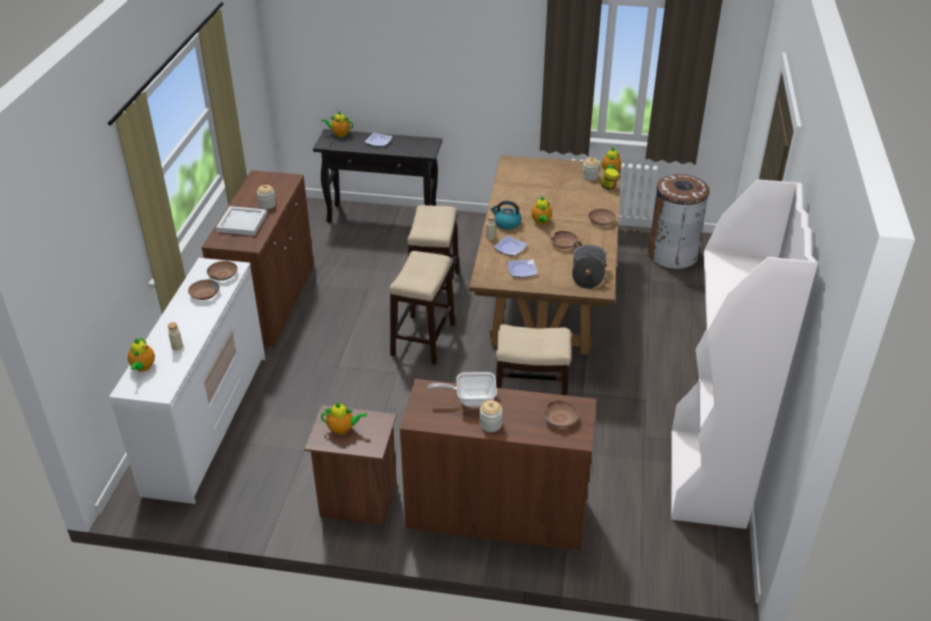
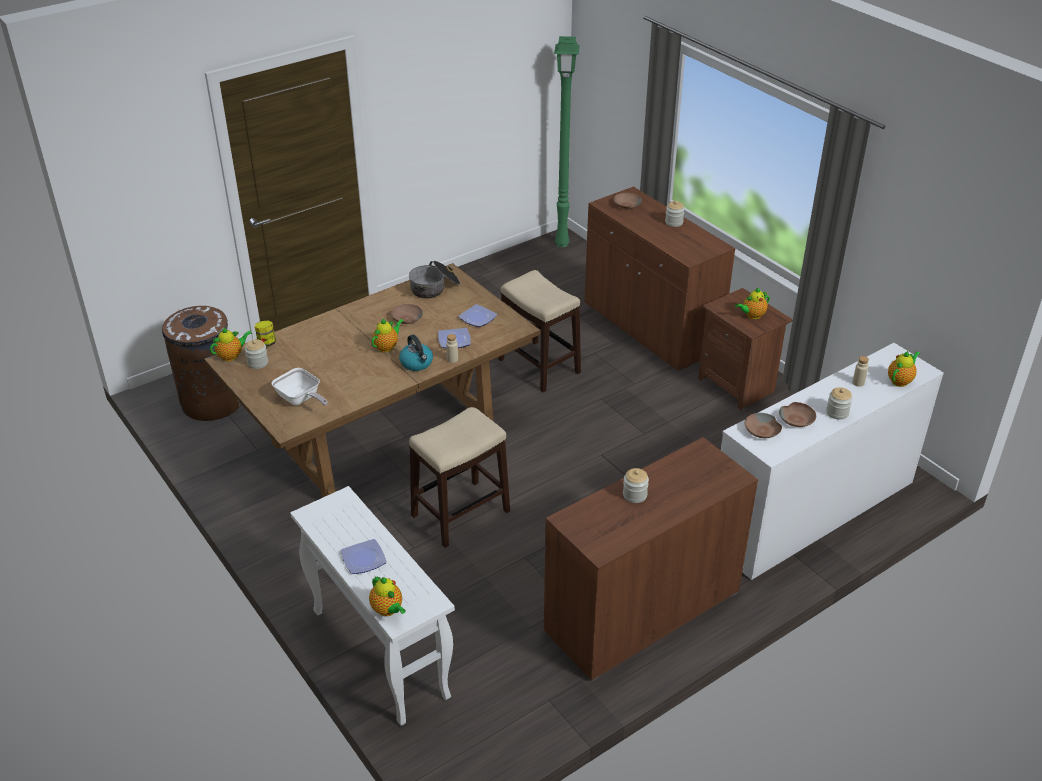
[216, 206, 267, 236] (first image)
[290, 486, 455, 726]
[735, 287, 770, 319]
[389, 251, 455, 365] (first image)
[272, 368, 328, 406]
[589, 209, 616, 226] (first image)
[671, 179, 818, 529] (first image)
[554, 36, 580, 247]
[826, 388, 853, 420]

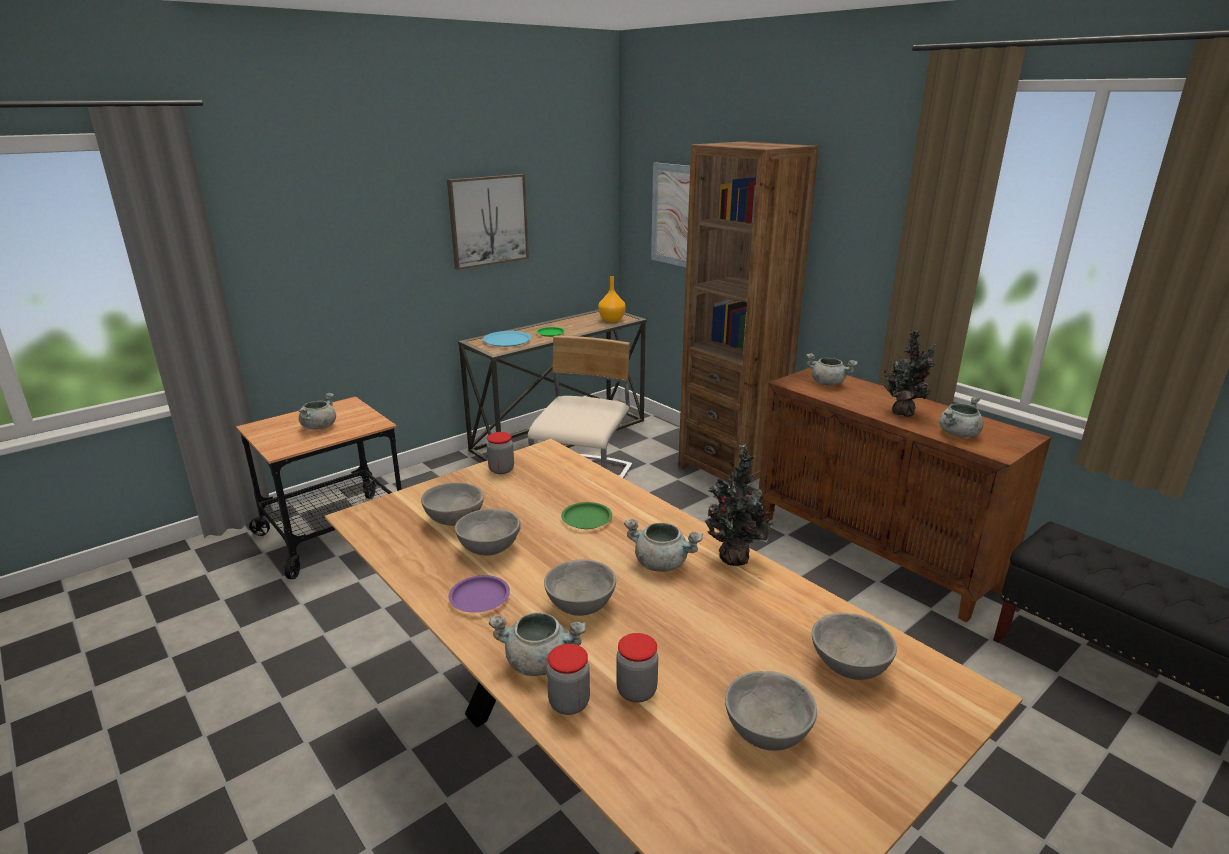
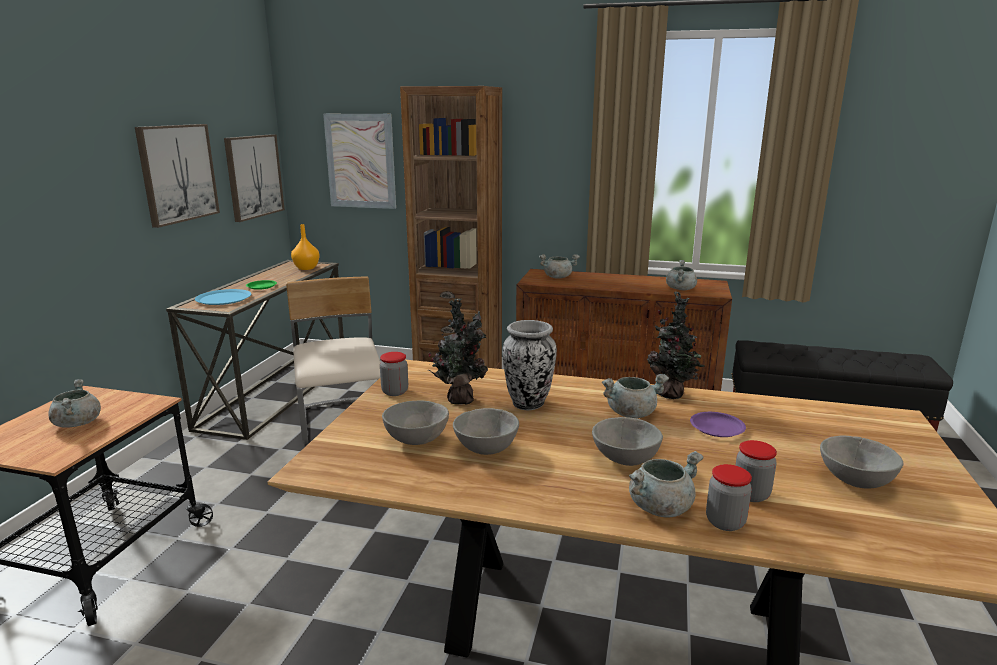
[690, 412, 746, 437]
[502, 320, 557, 410]
[812, 612, 897, 680] (first image)
[428, 298, 488, 405]
[224, 134, 285, 222]

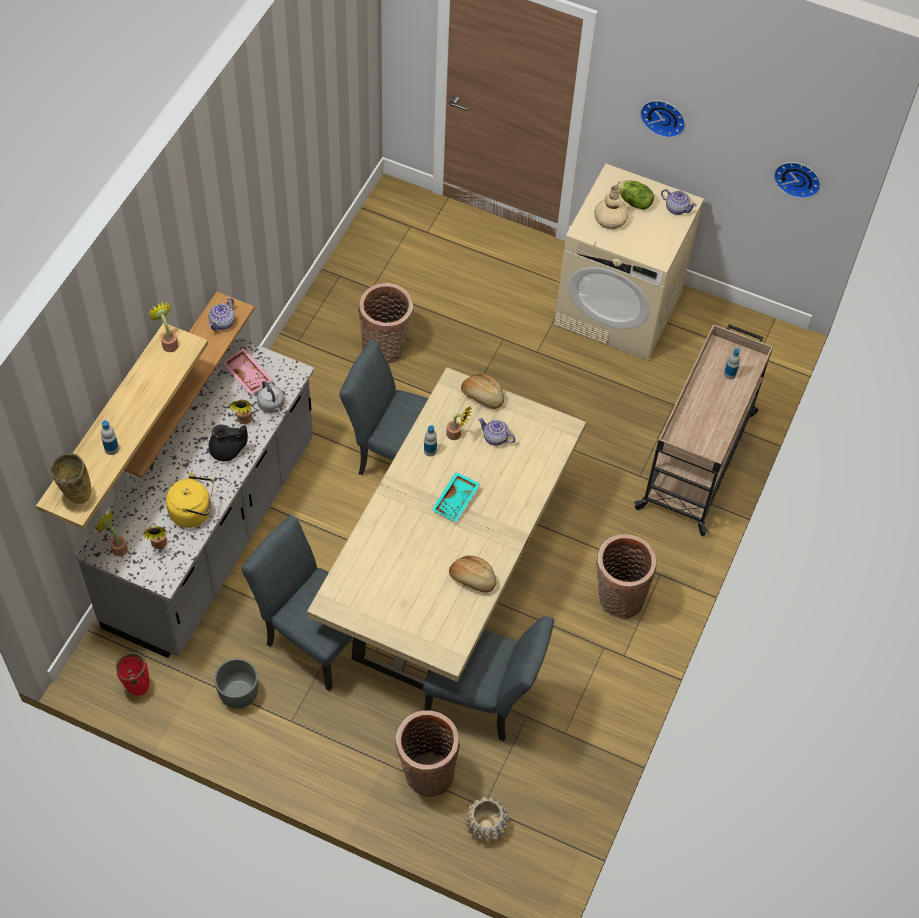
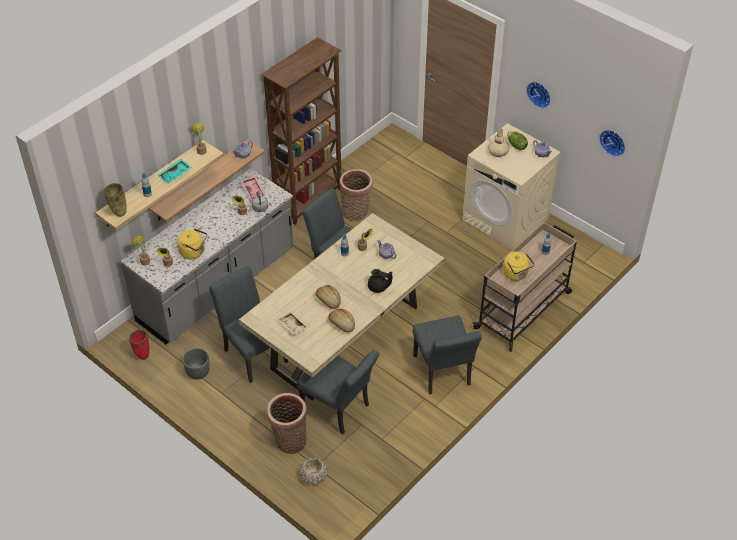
[368, 269, 392, 293]
[158, 159, 191, 184]
[316, 285, 341, 309]
[413, 315, 482, 394]
[261, 37, 342, 225]
[277, 311, 309, 335]
[503, 251, 535, 281]

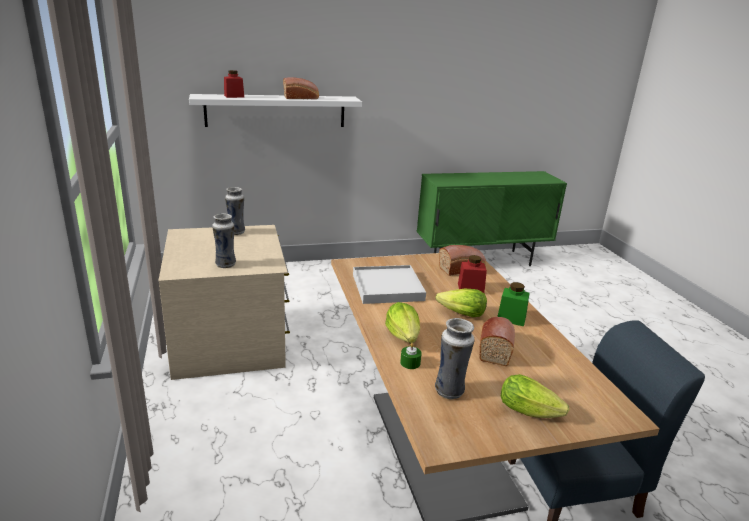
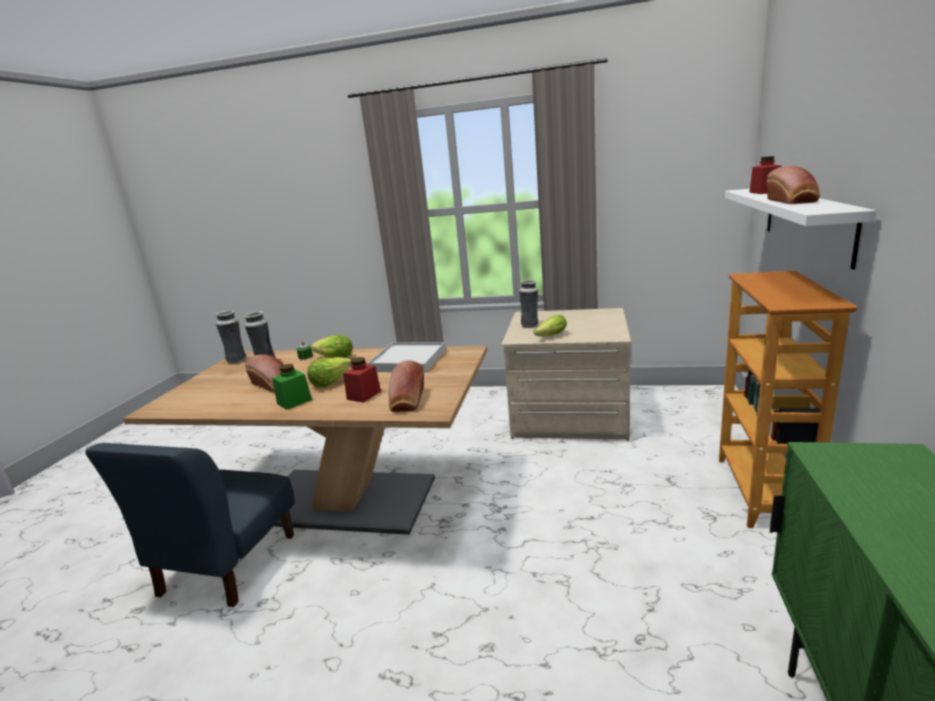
[216, 310, 246, 364]
[533, 315, 567, 337]
[719, 271, 859, 528]

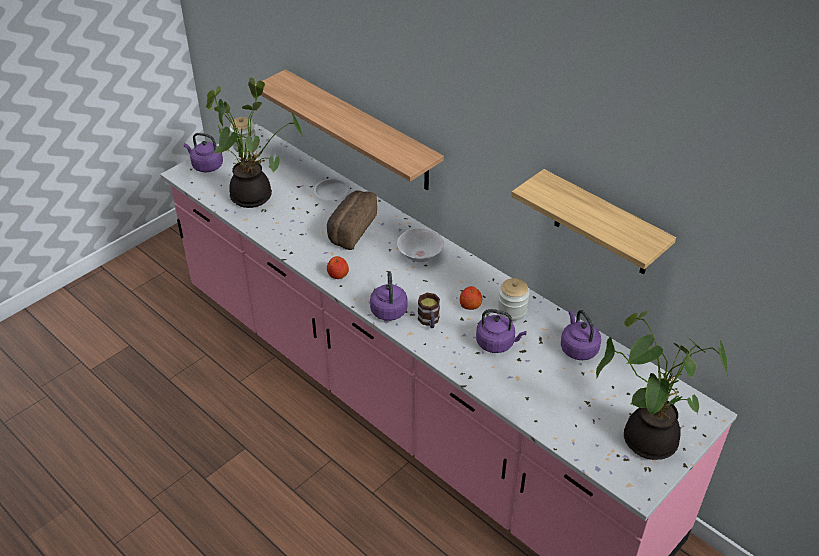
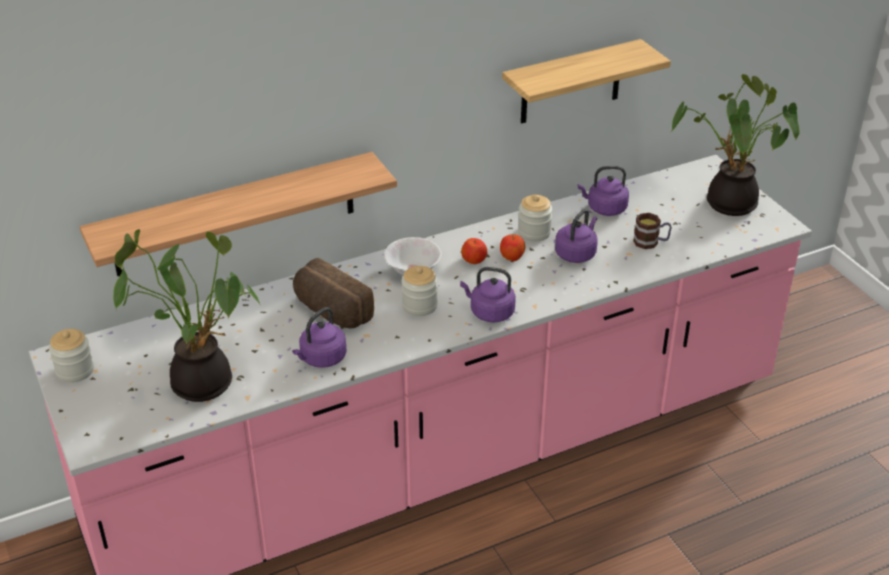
[292, 307, 347, 368]
[314, 179, 350, 201] (first image)
[461, 238, 487, 264]
[633, 213, 672, 249]
[402, 266, 438, 316]

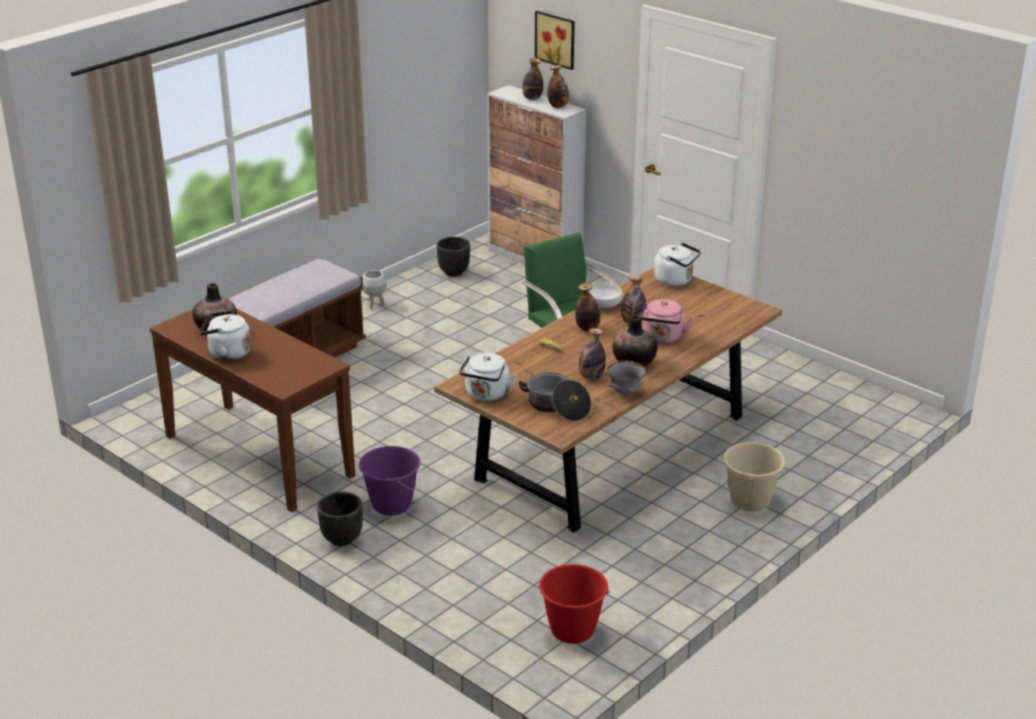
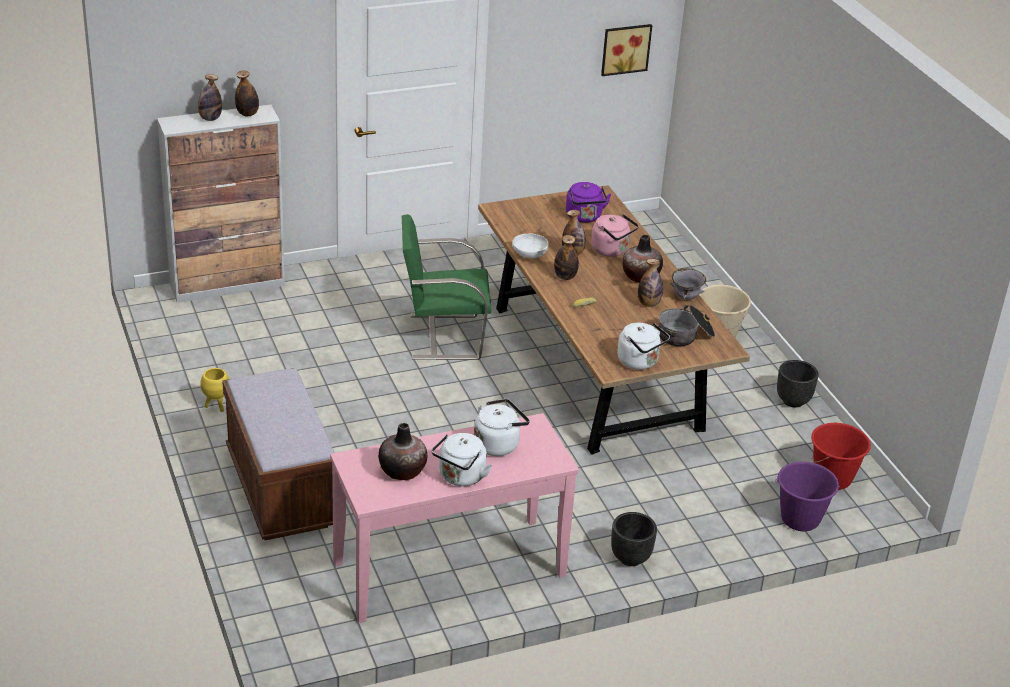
[330, 413, 579, 623]
[775, 462, 840, 531]
[200, 368, 229, 412]
[777, 360, 818, 407]
[601, 24, 652, 76]
[474, 399, 530, 456]
[566, 182, 611, 223]

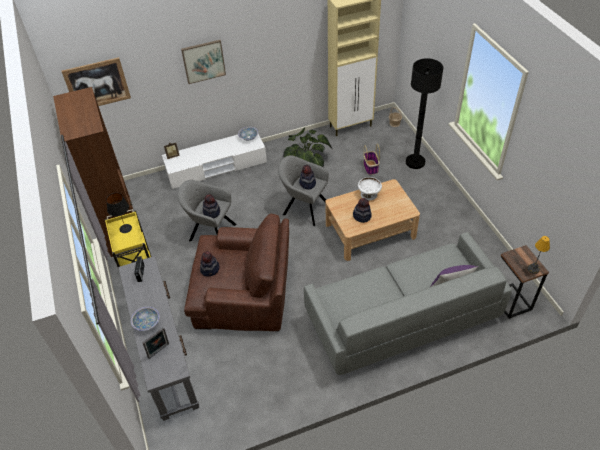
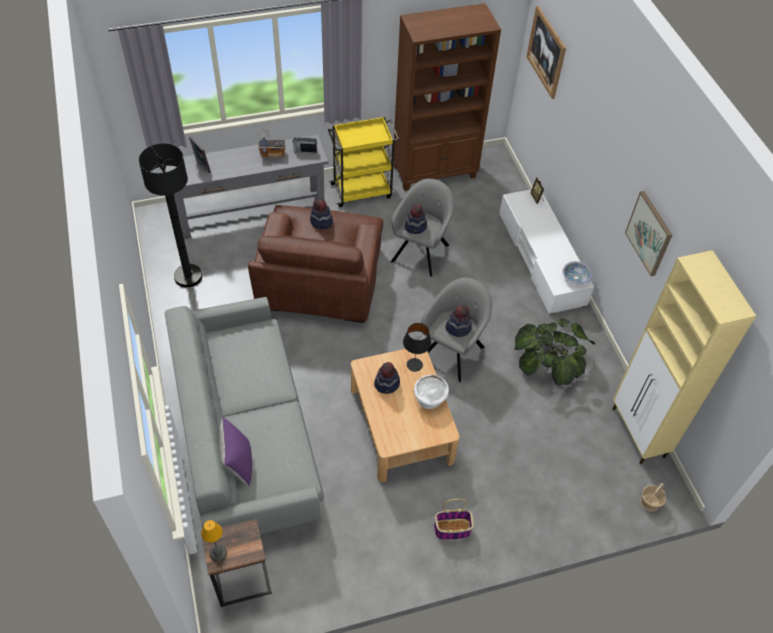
[403, 323, 431, 372]
[131, 307, 160, 331] (first image)
[625, 191, 672, 276]
[434, 499, 474, 540]
[139, 143, 203, 287]
[258, 129, 286, 159]

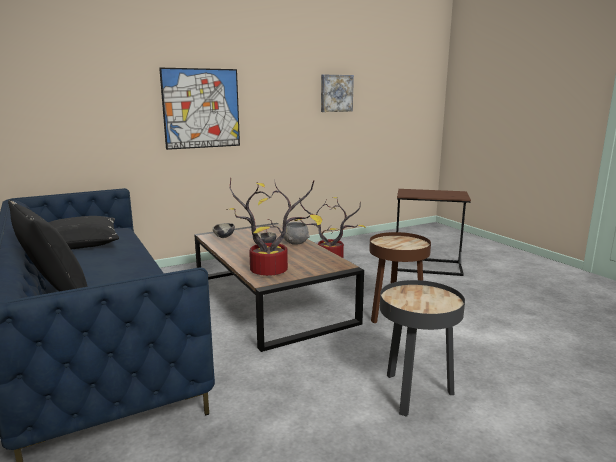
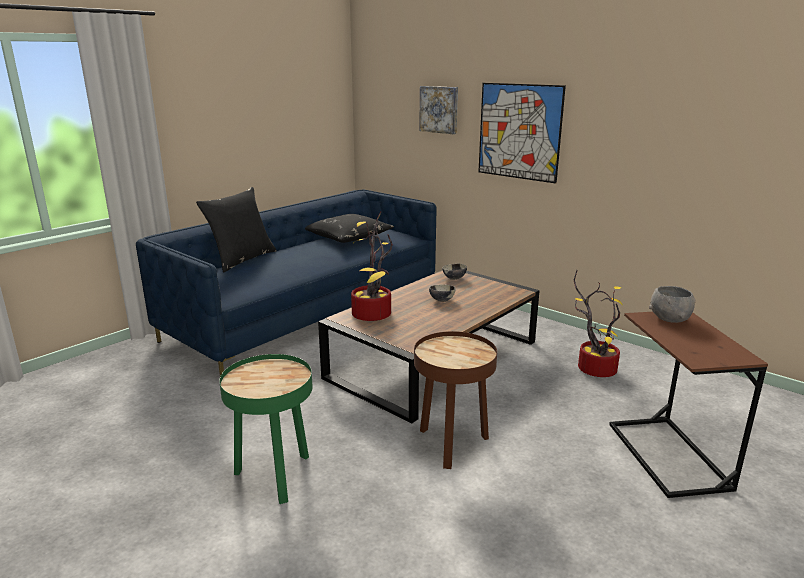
[649, 286, 696, 323]
[419, 86, 458, 134]
[219, 354, 313, 504]

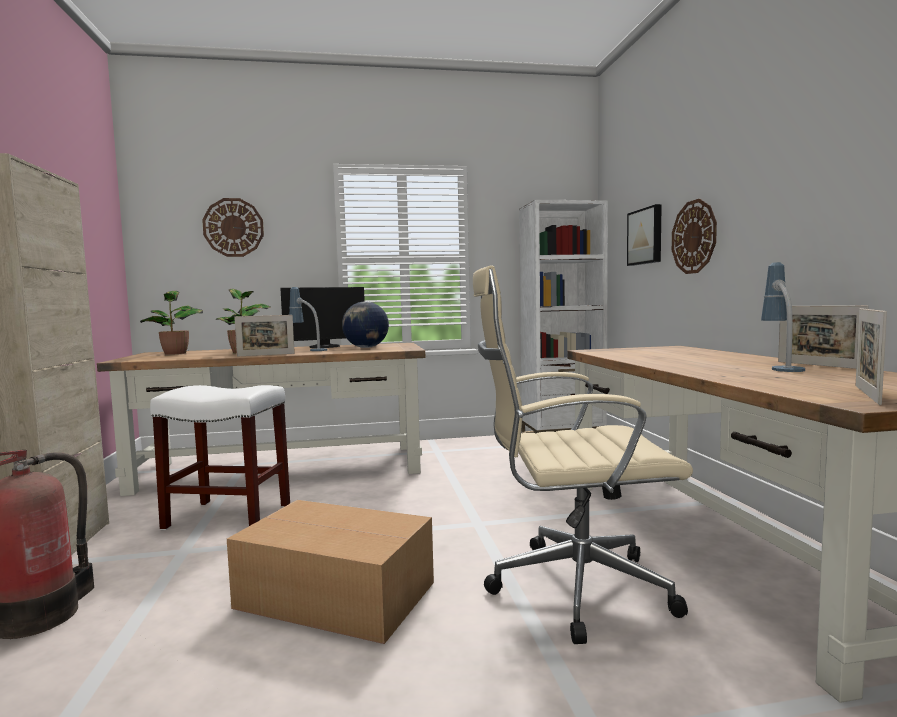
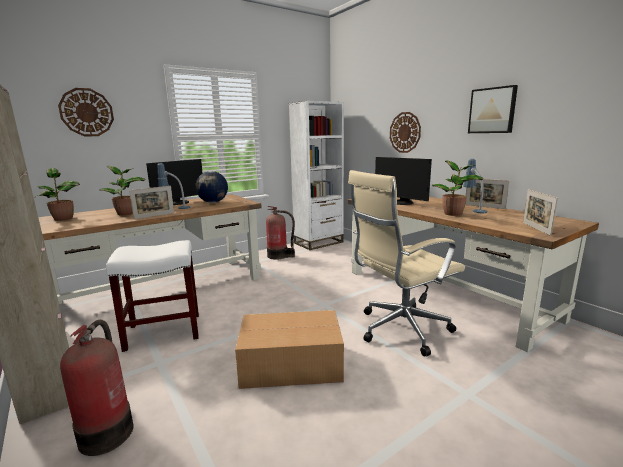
[468, 85, 518, 133]
[266, 206, 295, 260]
[375, 157, 432, 205]
[432, 160, 484, 216]

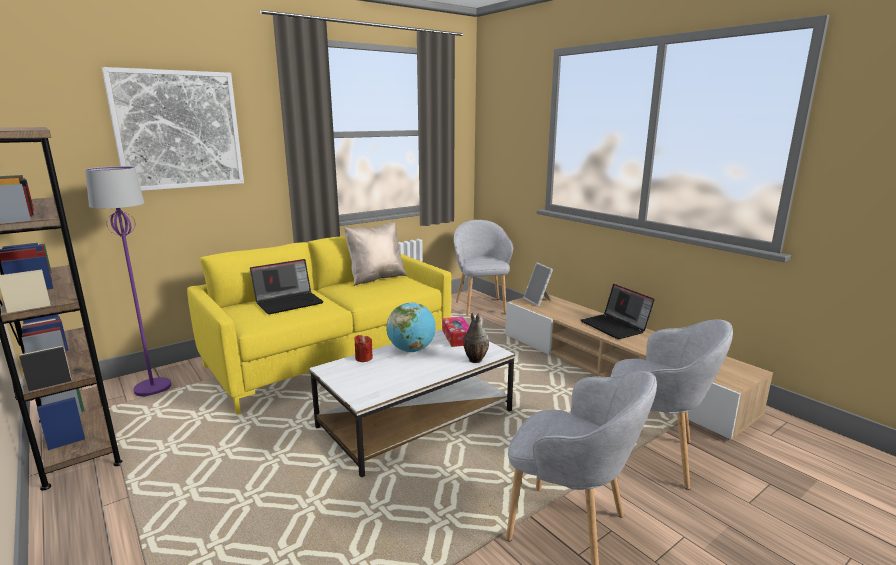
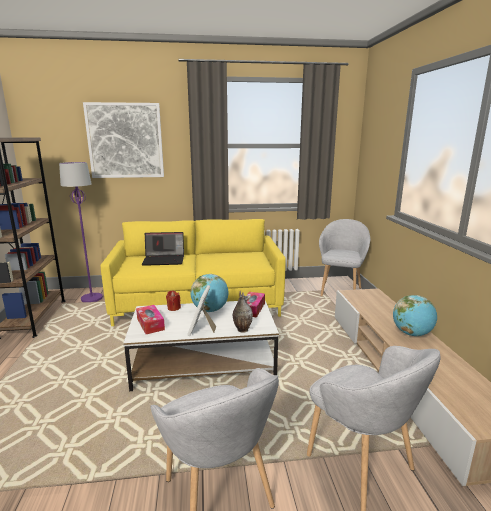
[344, 221, 407, 286] (first image)
[187, 285, 217, 336]
[393, 295, 437, 336]
[136, 305, 165, 334]

